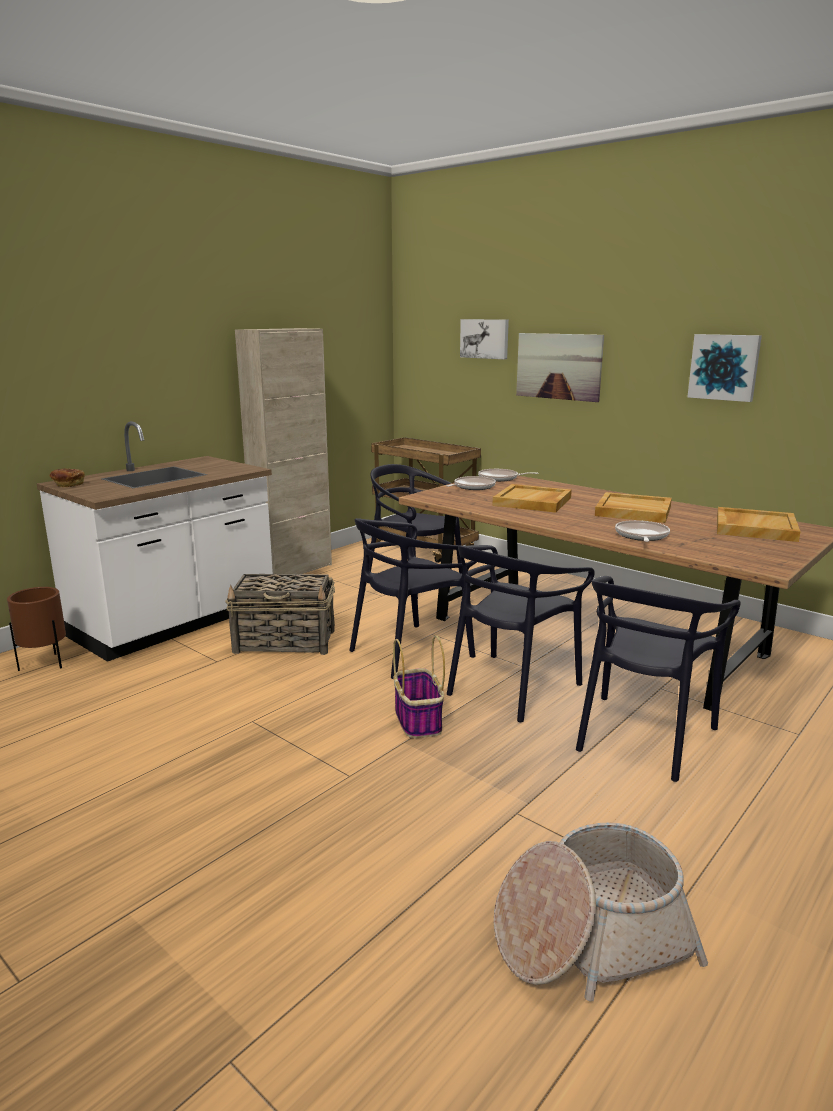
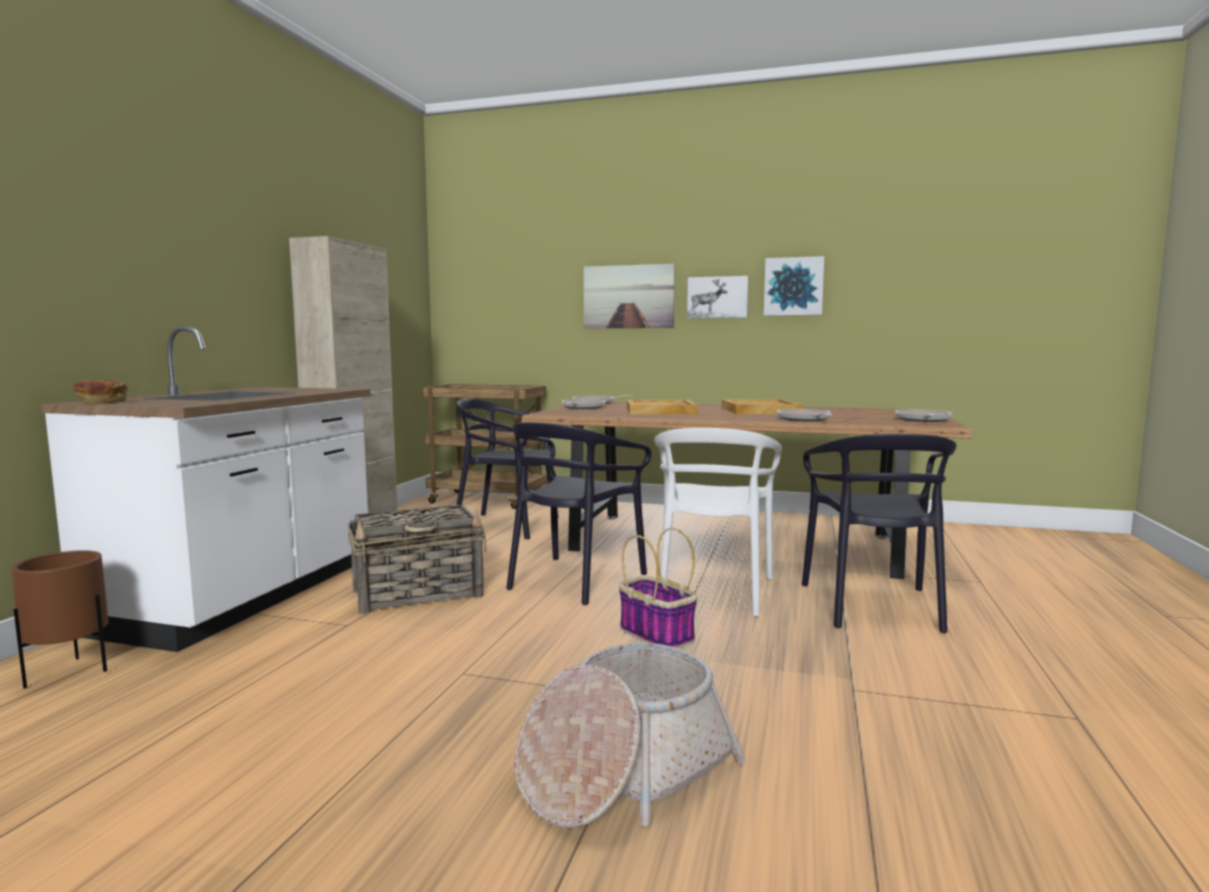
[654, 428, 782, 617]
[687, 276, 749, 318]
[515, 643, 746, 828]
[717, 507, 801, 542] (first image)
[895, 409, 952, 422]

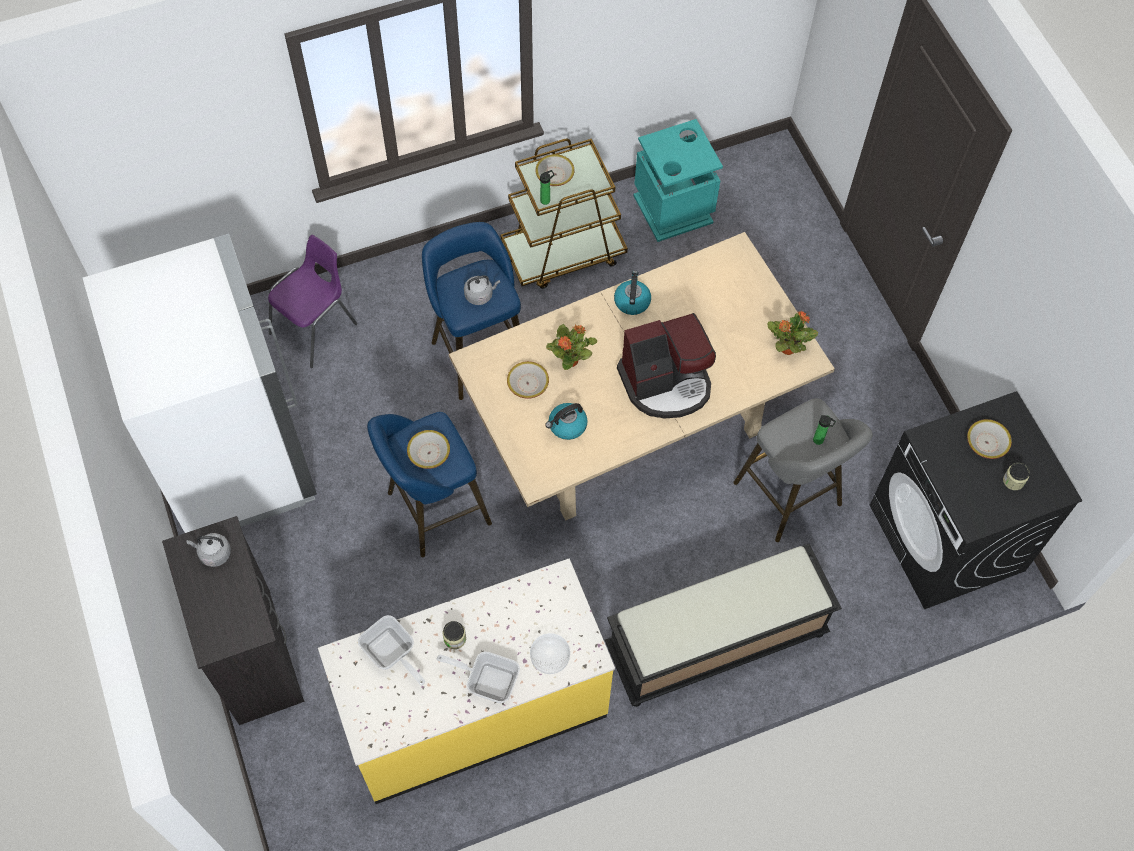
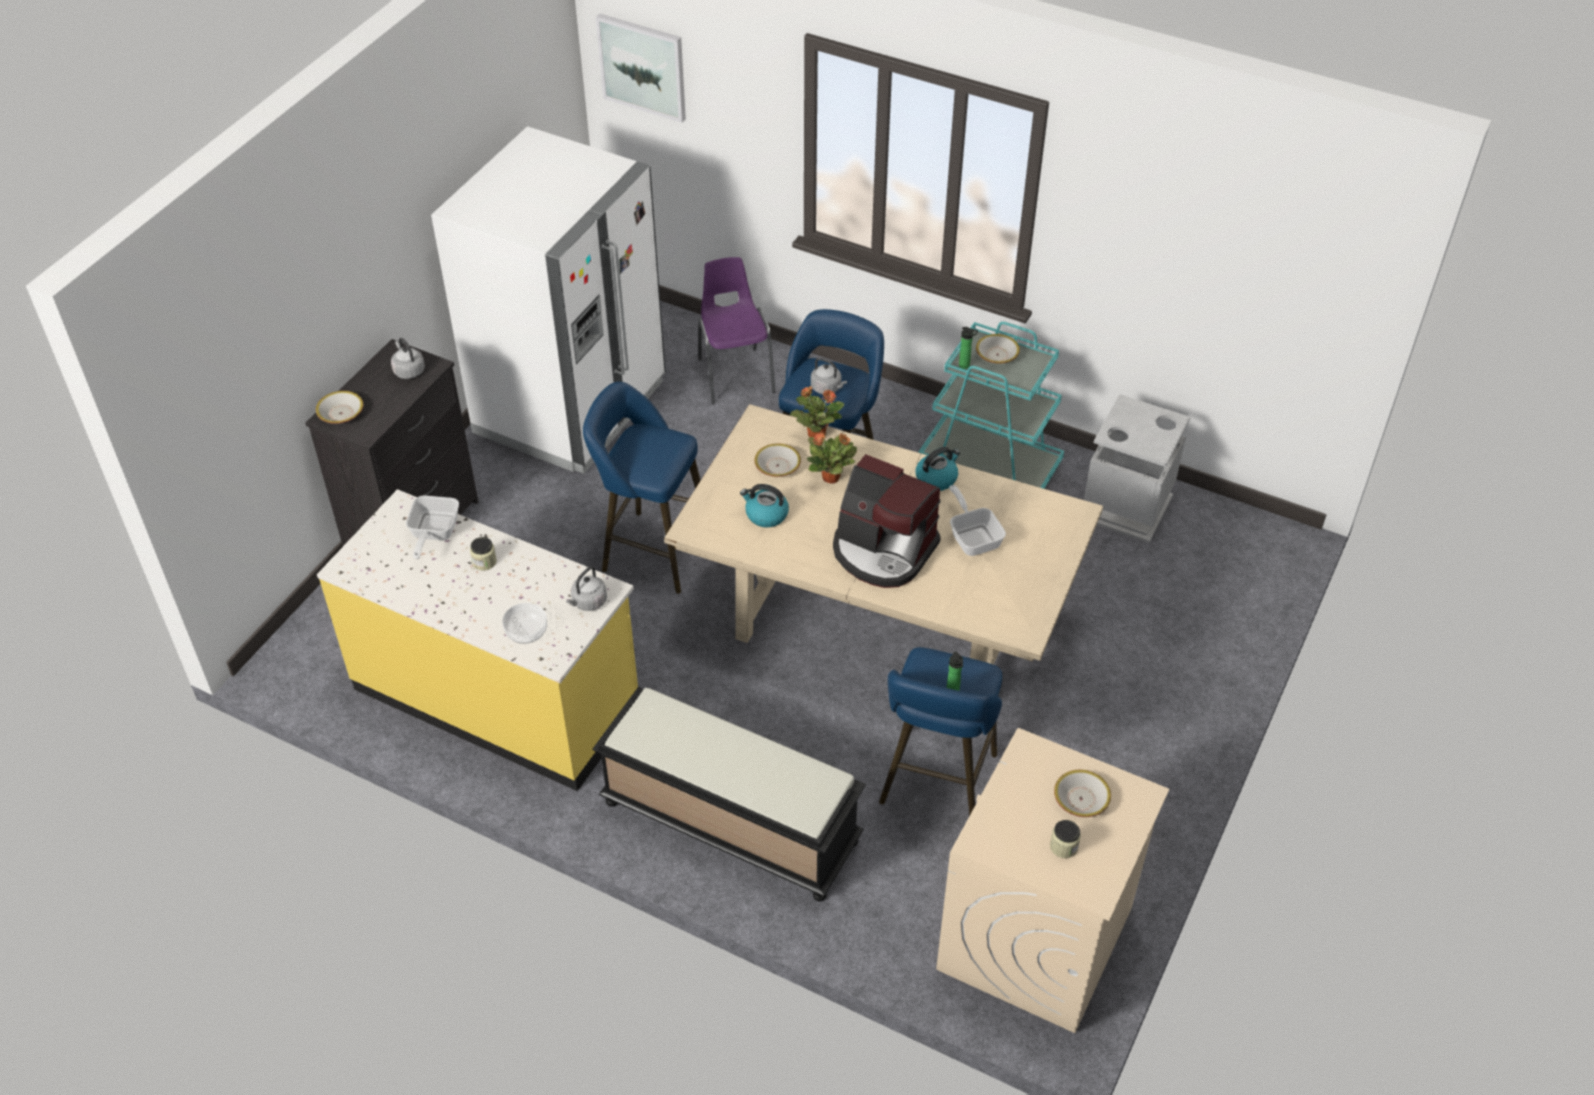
[698, 257, 776, 404]
[316, 391, 364, 424]
[949, 485, 1006, 556]
[918, 322, 1064, 489]
[1084, 394, 1190, 543]
[879, 647, 1002, 816]
[790, 386, 844, 438]
[936, 728, 1169, 1033]
[566, 566, 607, 611]
[596, 13, 686, 123]

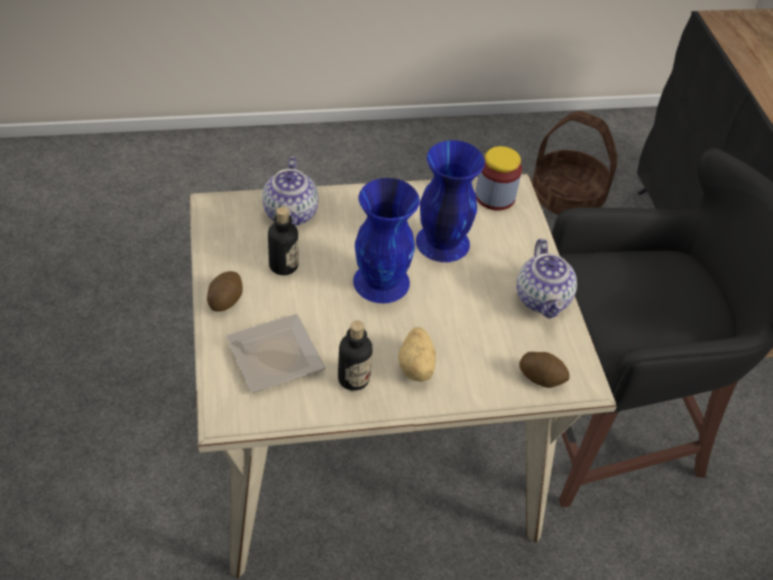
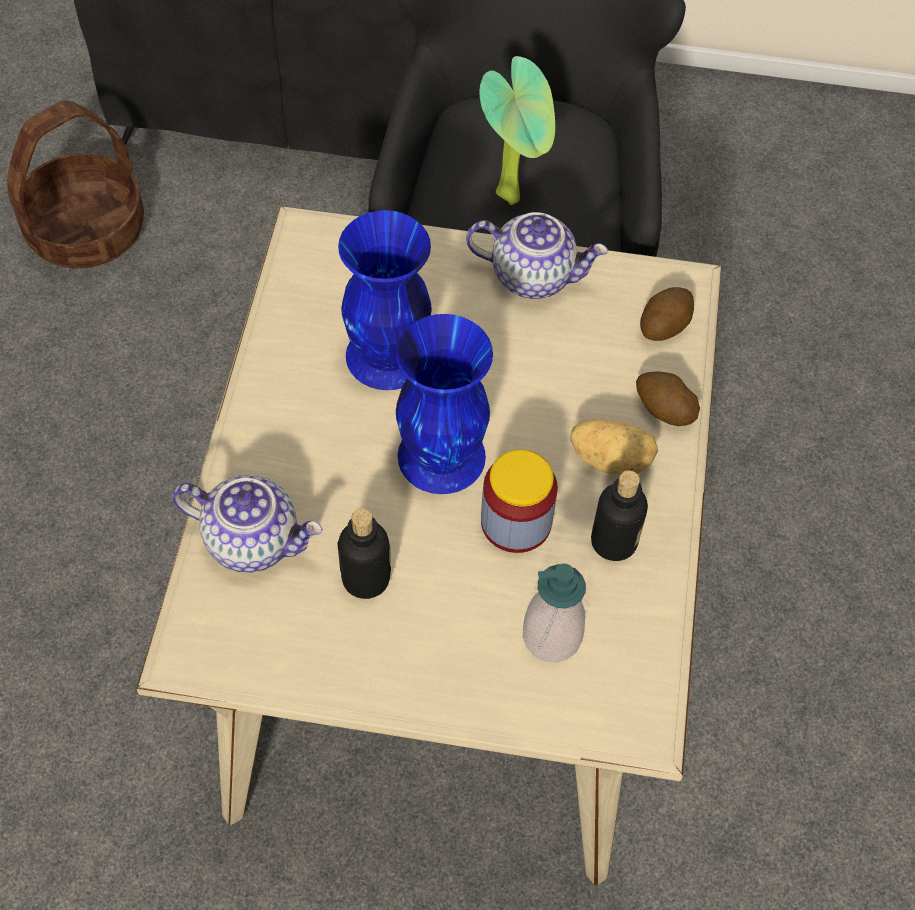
[636, 372, 700, 426]
[523, 564, 586, 662]
[481, 449, 558, 553]
[479, 56, 555, 205]

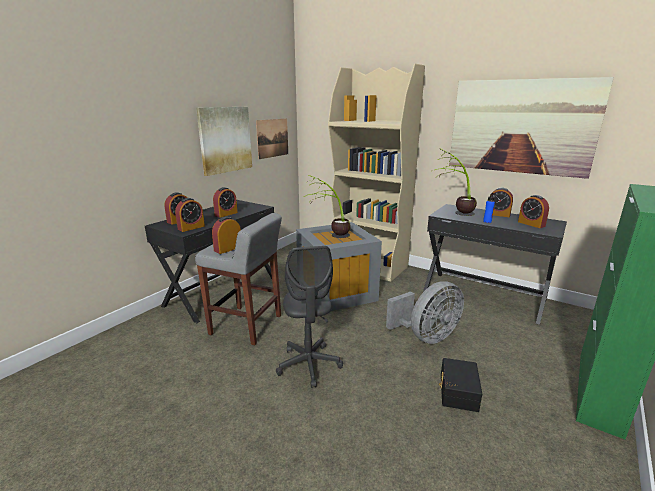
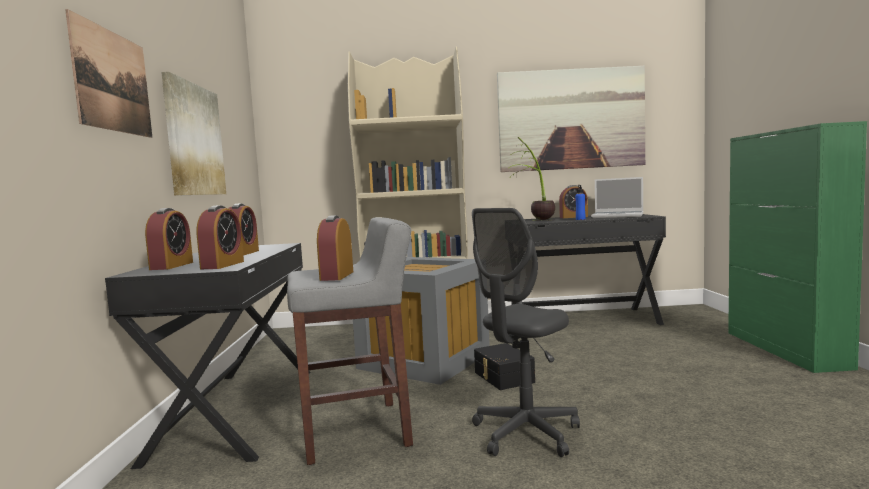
[65, 9, 152, 138]
[472, 208, 580, 457]
[304, 175, 351, 238] (first image)
[386, 281, 464, 344] (first image)
[474, 343, 535, 390]
[591, 177, 643, 218]

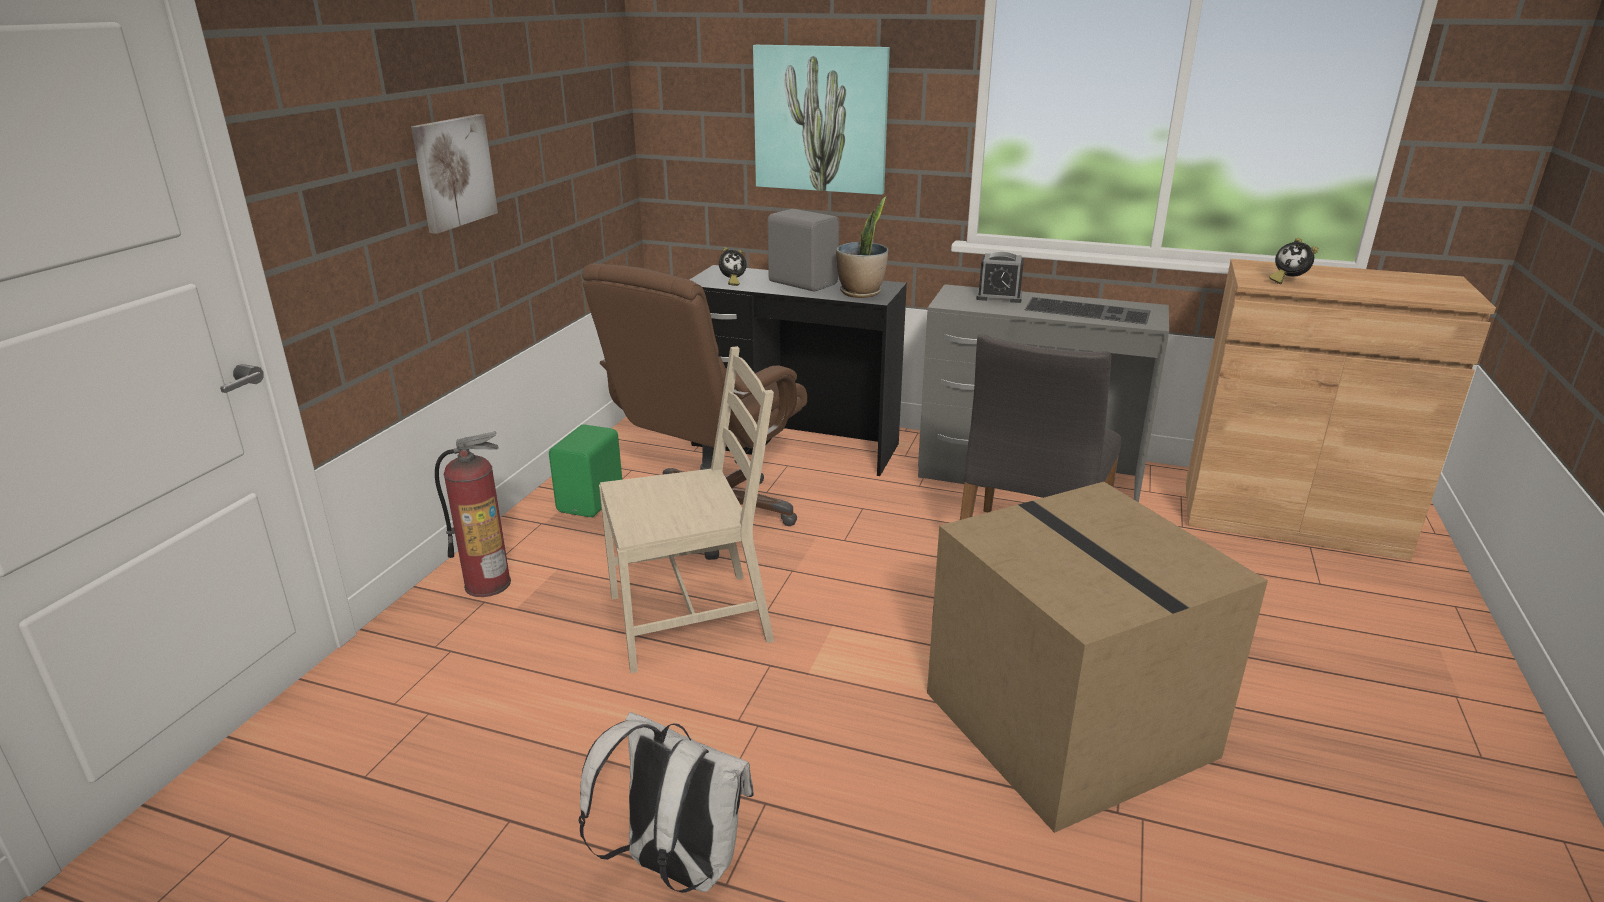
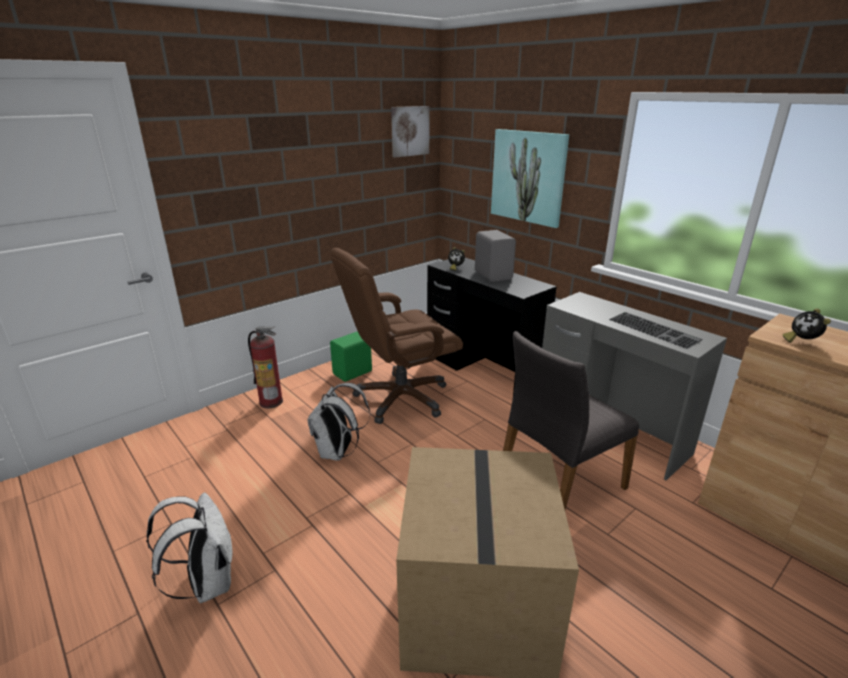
[391, 106, 430, 157]
[307, 383, 370, 461]
[836, 197, 888, 298] (first image)
[976, 252, 1024, 303] (first image)

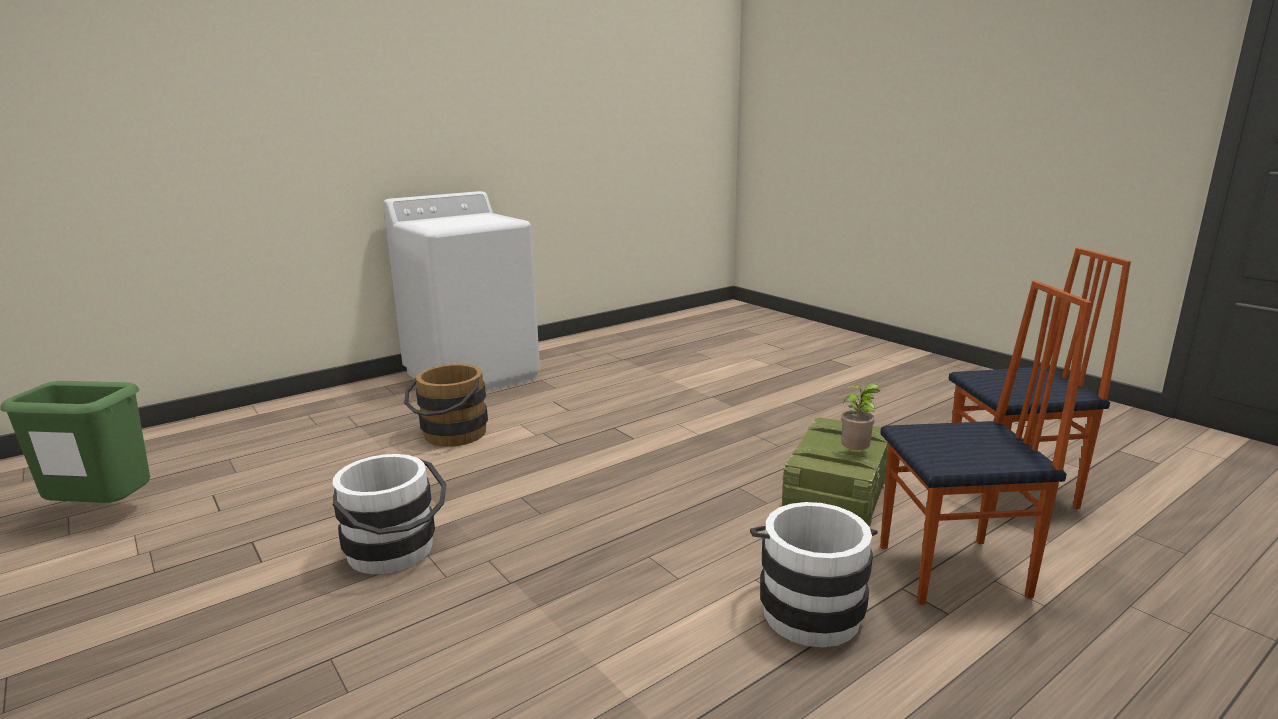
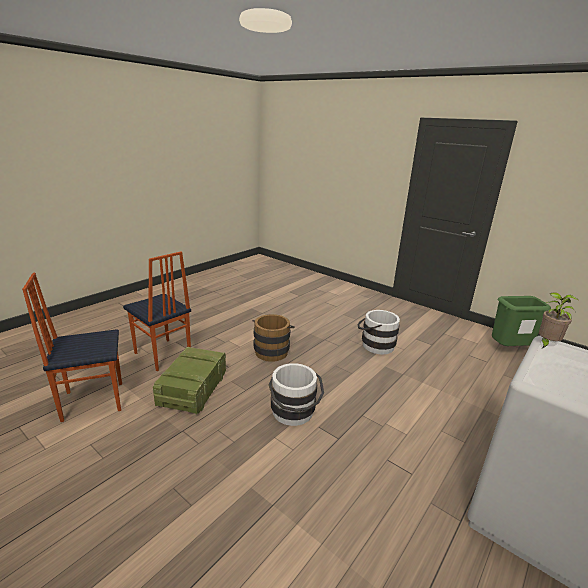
[253, 314, 295, 362]
[268, 363, 324, 426]
[539, 292, 578, 348]
[123, 251, 191, 371]

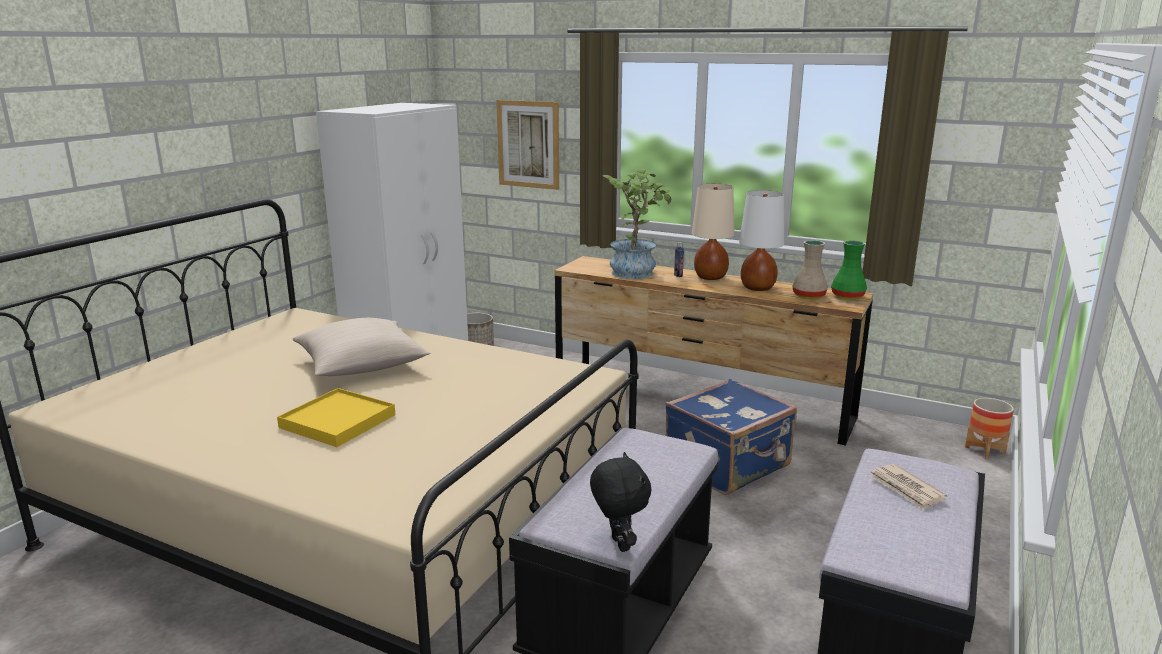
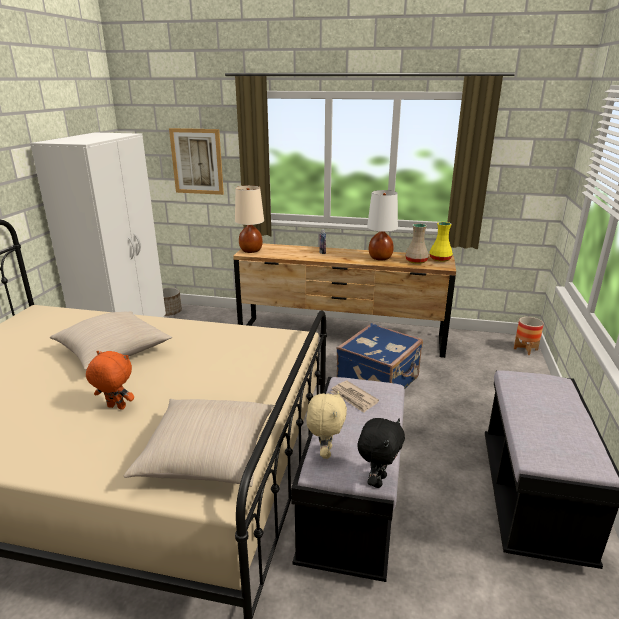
[86, 351, 134, 410]
[357, 418, 405, 488]
[602, 169, 671, 279] (first image)
[235, 185, 264, 253]
[429, 222, 453, 262]
[330, 380, 379, 413]
[124, 399, 274, 487]
[306, 391, 347, 459]

